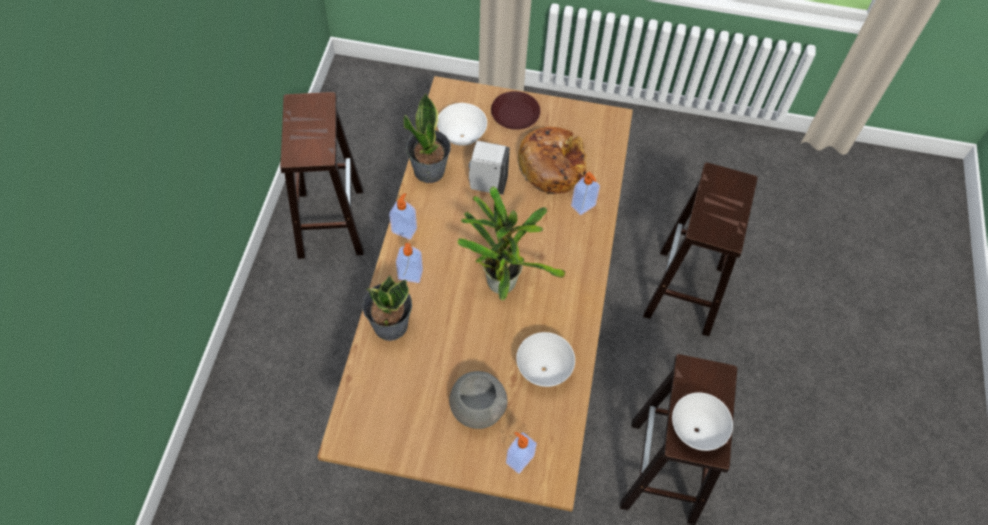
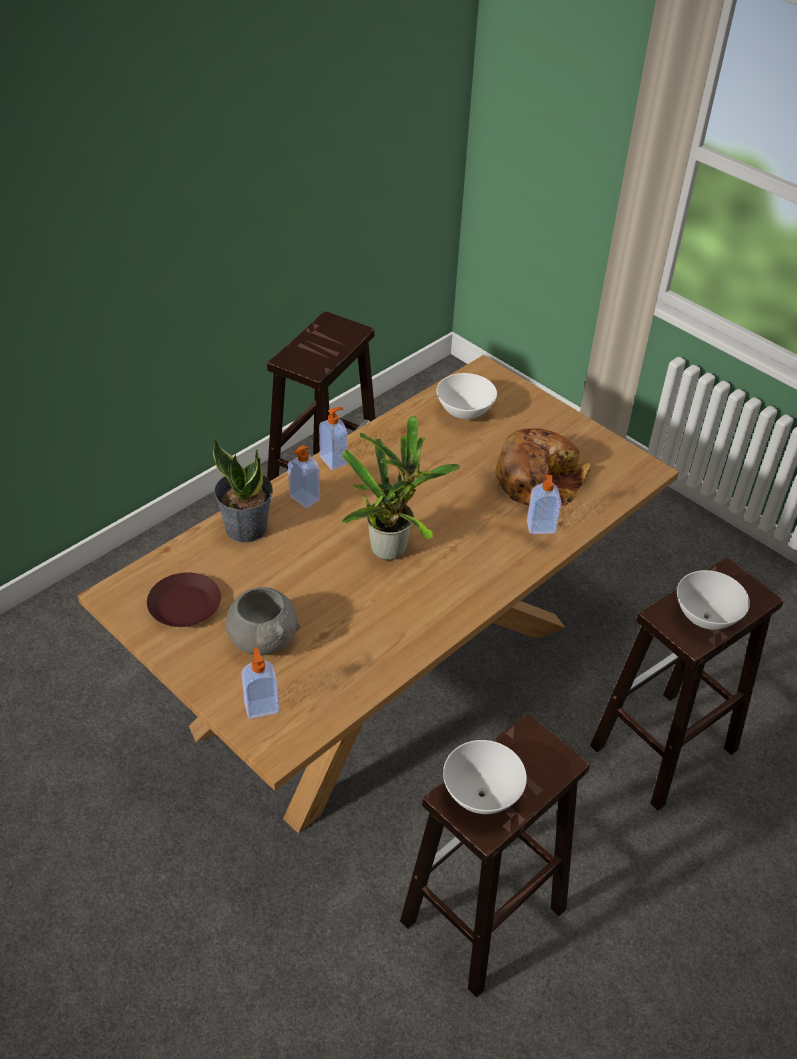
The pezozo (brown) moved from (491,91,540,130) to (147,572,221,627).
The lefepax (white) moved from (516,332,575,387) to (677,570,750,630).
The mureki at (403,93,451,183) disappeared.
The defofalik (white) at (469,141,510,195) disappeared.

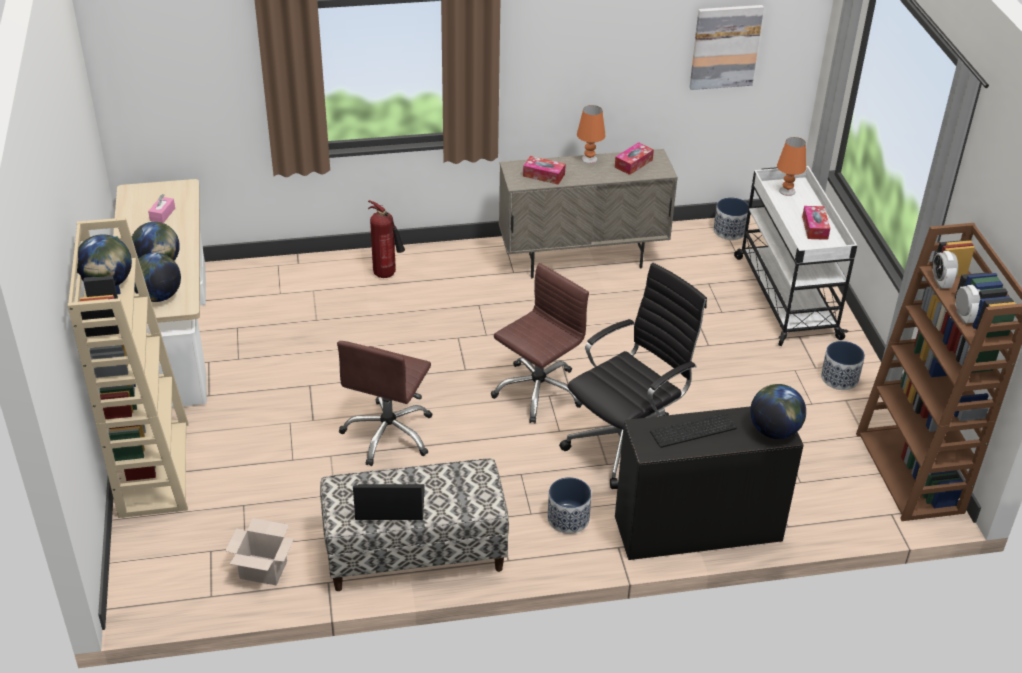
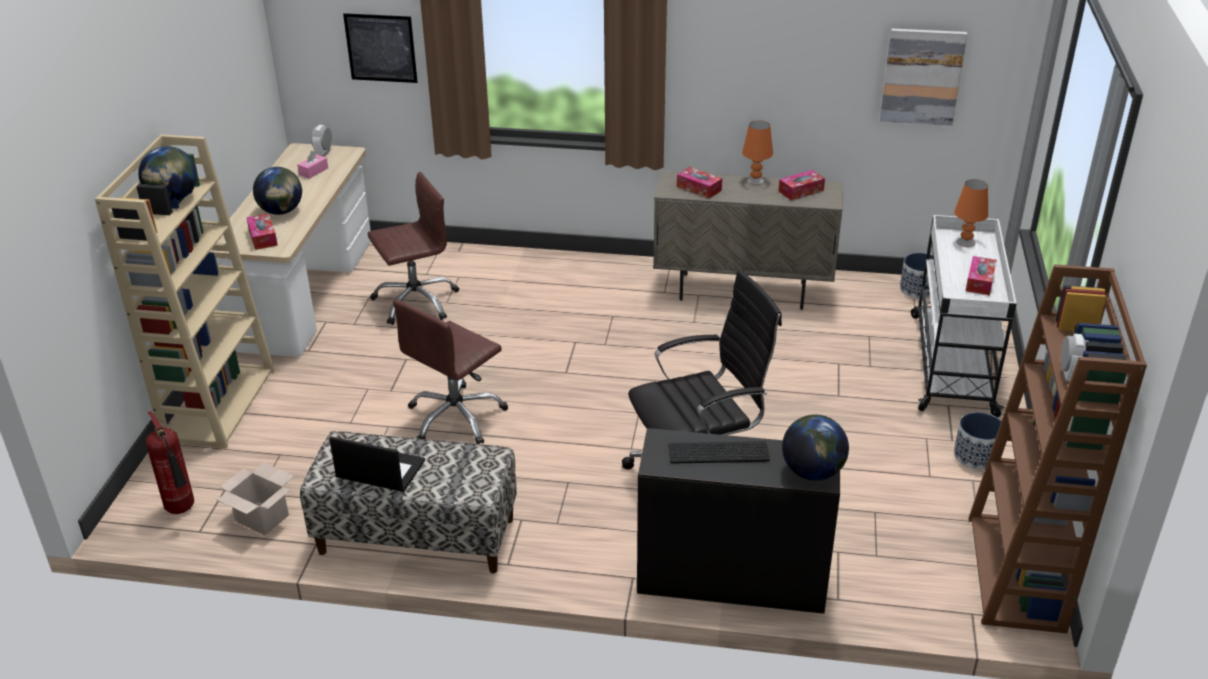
The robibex moved from (368,200,405,278) to (146,411,194,514).
The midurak at (134,253,181,302) was replaced by the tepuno at (246,213,278,250).
The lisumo moved from (932,251,958,288) to (311,125,332,157).
The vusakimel at (343,13,418,83) appeared.
The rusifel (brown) moved from (491,263,589,424) to (368,172,459,325).
The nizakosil at (547,477,591,534) disappeared.

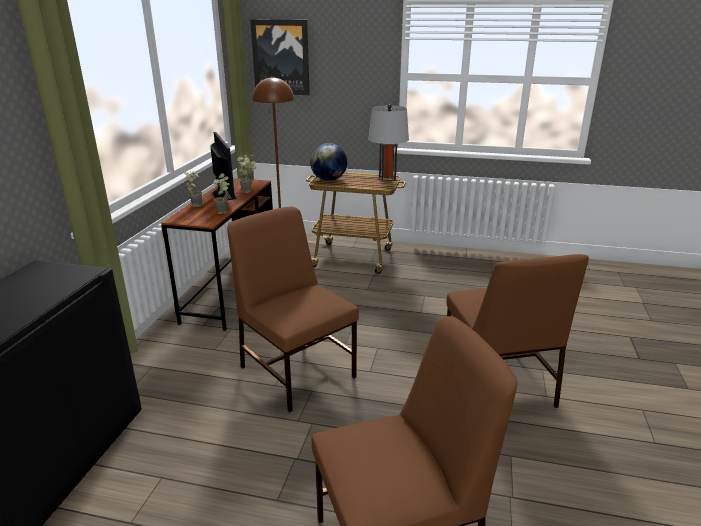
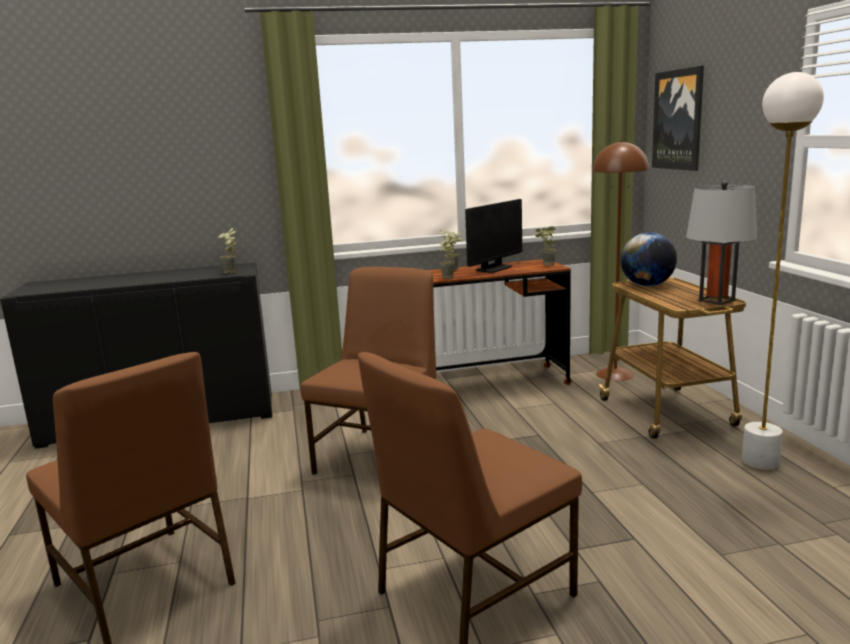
The mureki moved from (237,156,256,193) to (218,228,236,274).
The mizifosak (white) at (742,72,824,470) appeared.

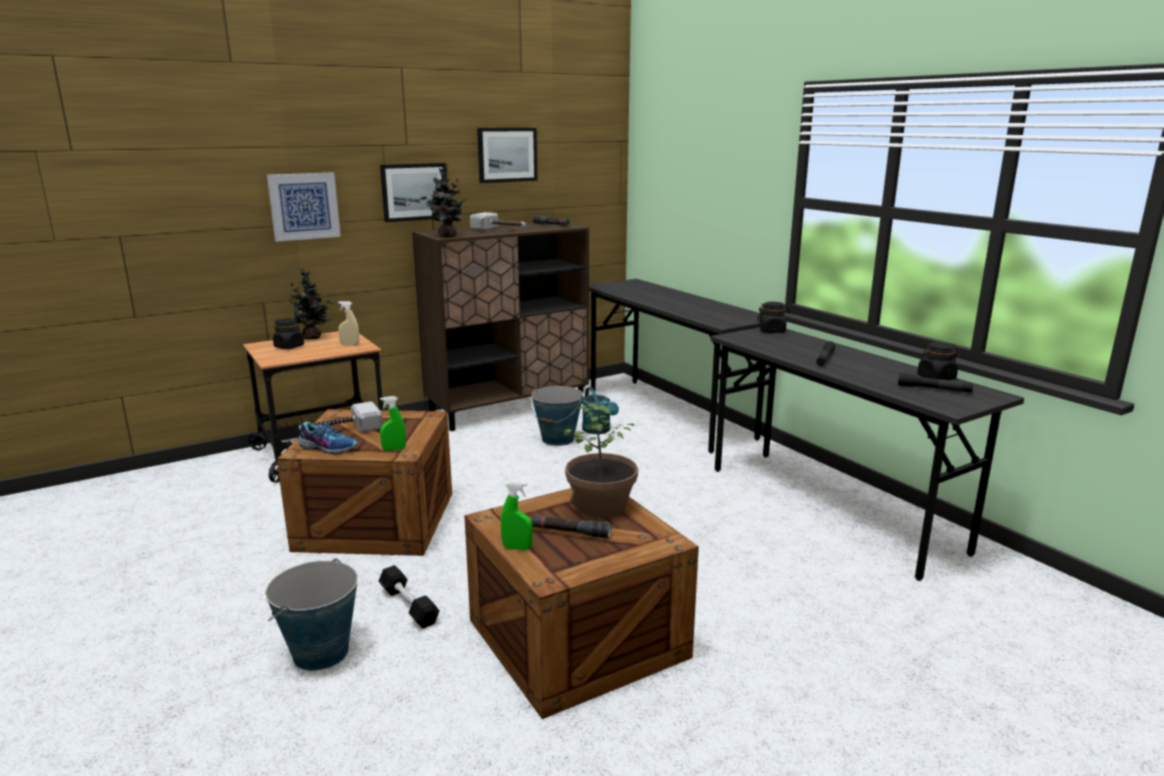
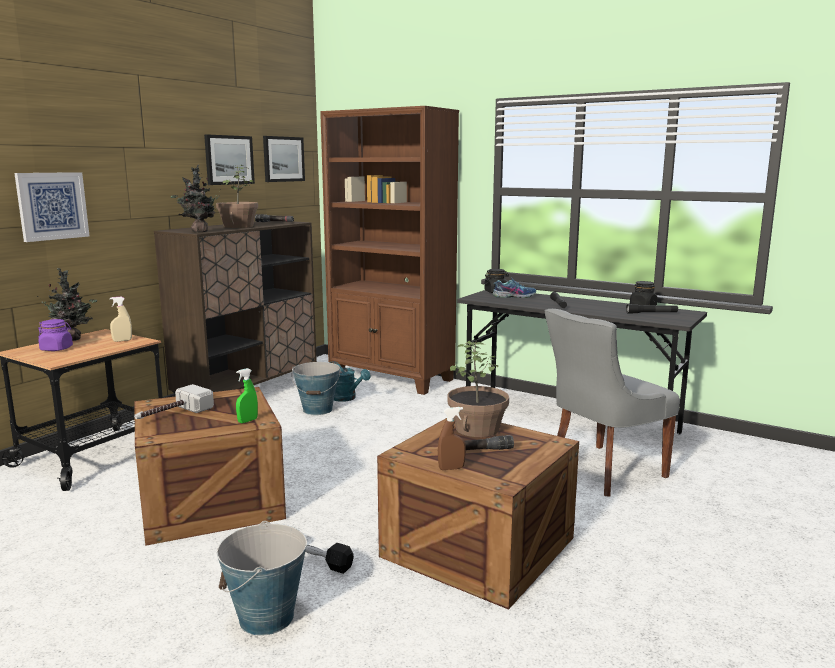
The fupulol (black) at (273,318,304,349) became the fupulol (purple) at (38,319,73,351).
The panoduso at (470,212,526,231) was replaced by the mureki at (216,165,258,228).
The vusakimel moved from (380,163,447,222) to (263,136,305,182).
The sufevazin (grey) at (589,279,766,453) was replaced by the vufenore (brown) at (320,106,459,395).
The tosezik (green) at (501,481,533,550) became the tosezik (brown) at (438,407,466,470).
The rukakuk moved from (298,418,358,455) to (493,277,536,298).
The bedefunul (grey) at (545,309,680,497) appeared.

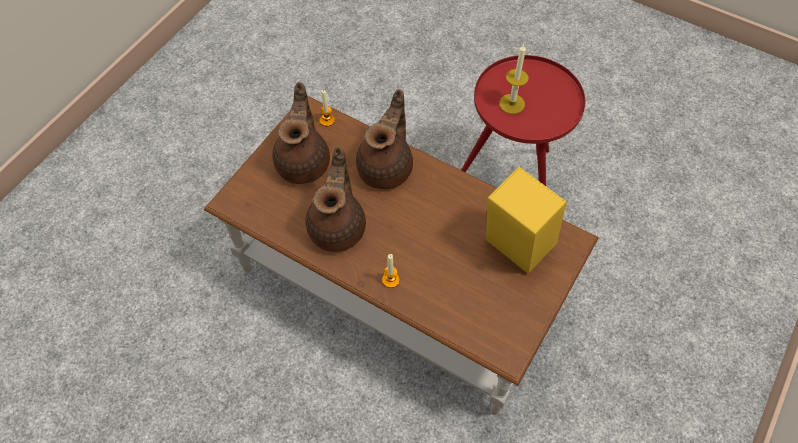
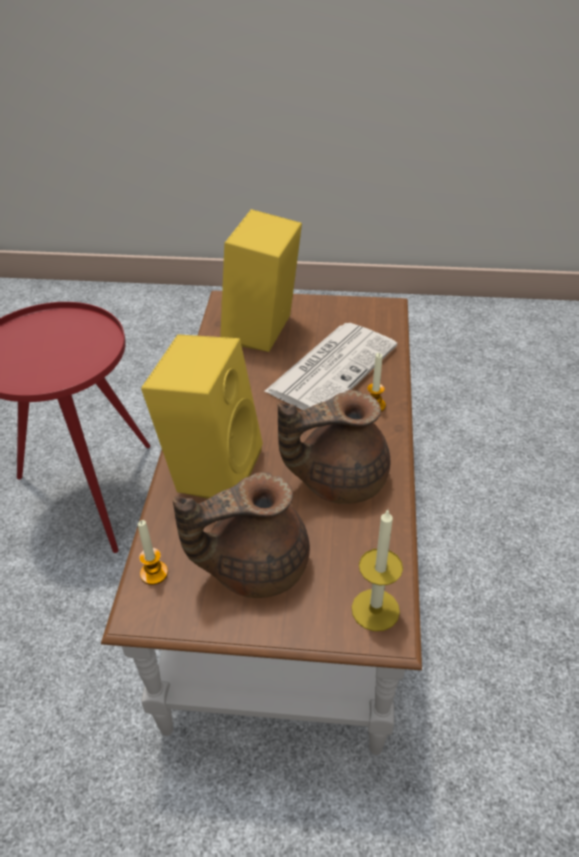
The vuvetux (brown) at (356,89,413,189) was replaced by the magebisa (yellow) at (141,334,263,499).
The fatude at (264,323,397,410) appeared.
The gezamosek moved from (499,44,529,114) to (351,510,403,631).

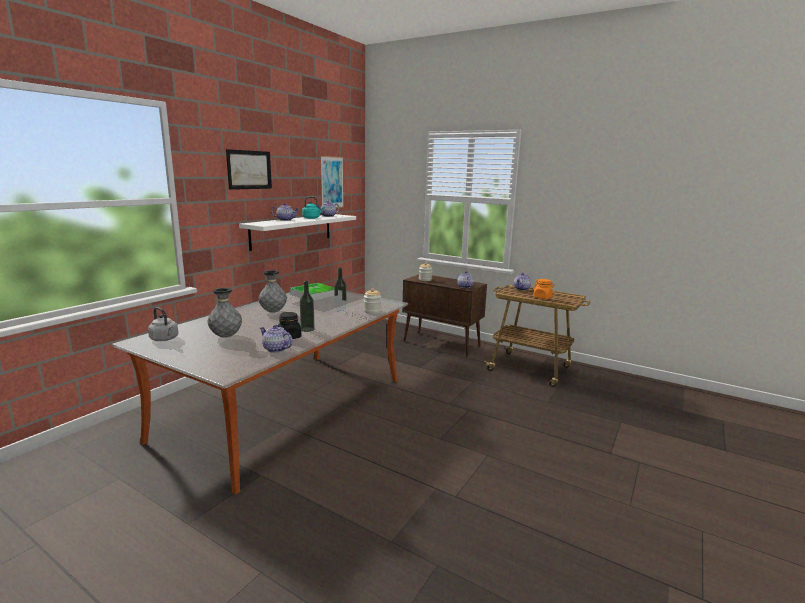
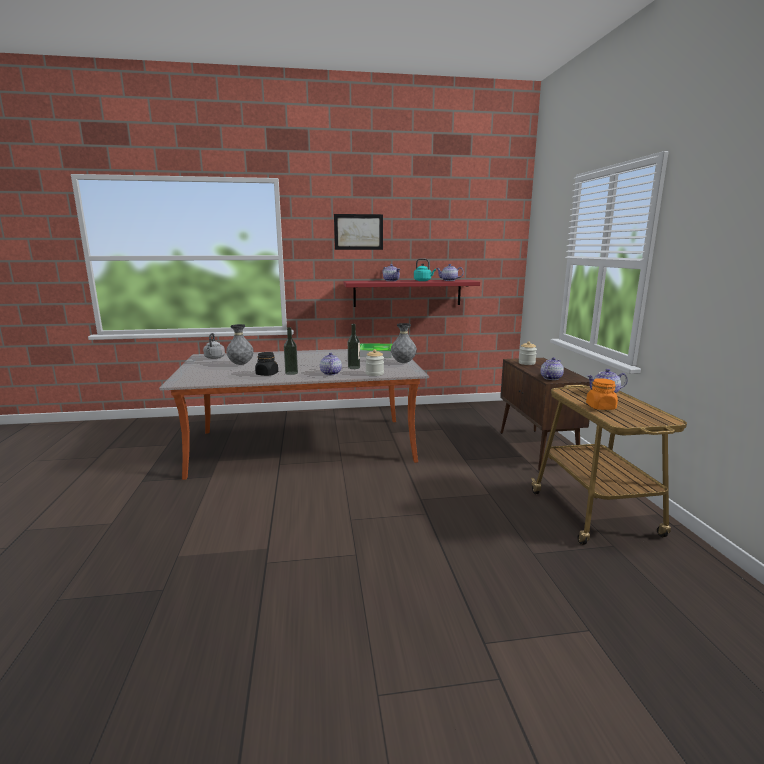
The vuvetux moved from (260,325,293,353) to (320,353,342,375).
The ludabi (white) at (239,214,356,251) became the ludabi (red) at (344,280,480,307).
The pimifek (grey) moved from (259,270,287,313) to (391,323,417,363).
The vusakimel at (320,156,344,208) disappeared.

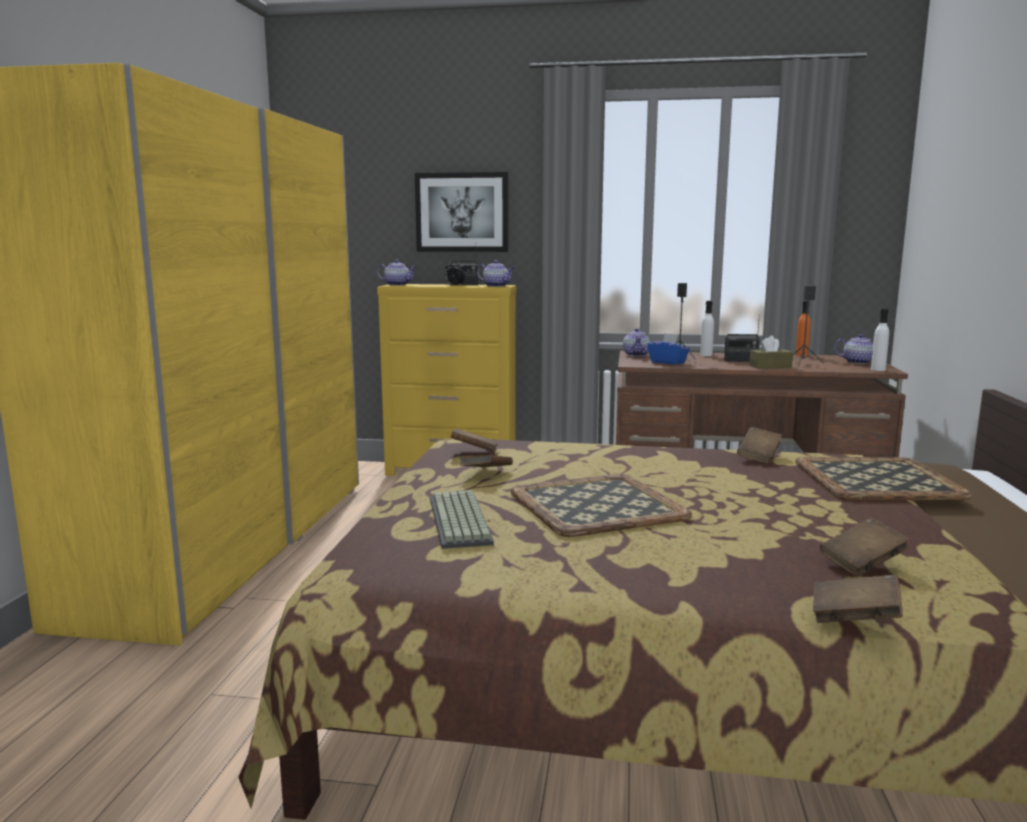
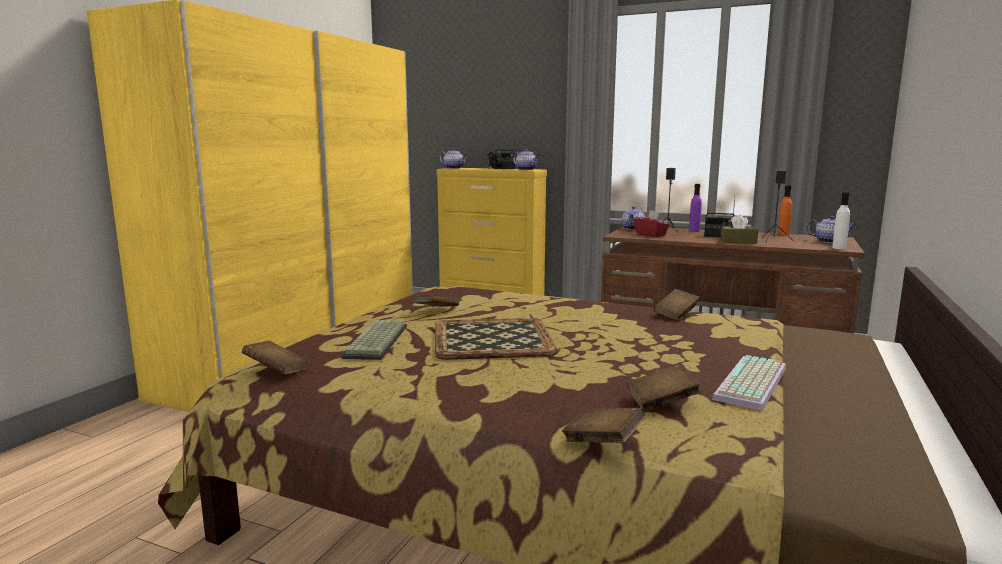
The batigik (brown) moved from (450,429,498,452) to (242,341,309,375).
The tepuno (blue) at (648,333,690,365) became the tepuno (red) at (634,210,670,237).
The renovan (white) at (700,301,714,356) became the renovan (purple) at (689,184,702,232).
The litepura at (712,355,786,411) appeared.
The vusakimel at (415,172,508,252) disappeared.
The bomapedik at (795,457,972,500) disappeared.

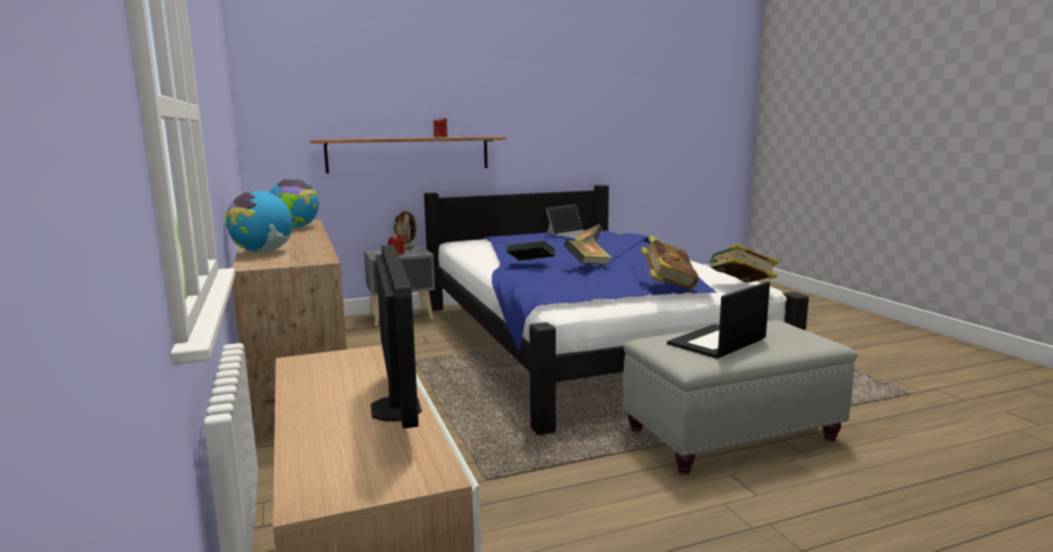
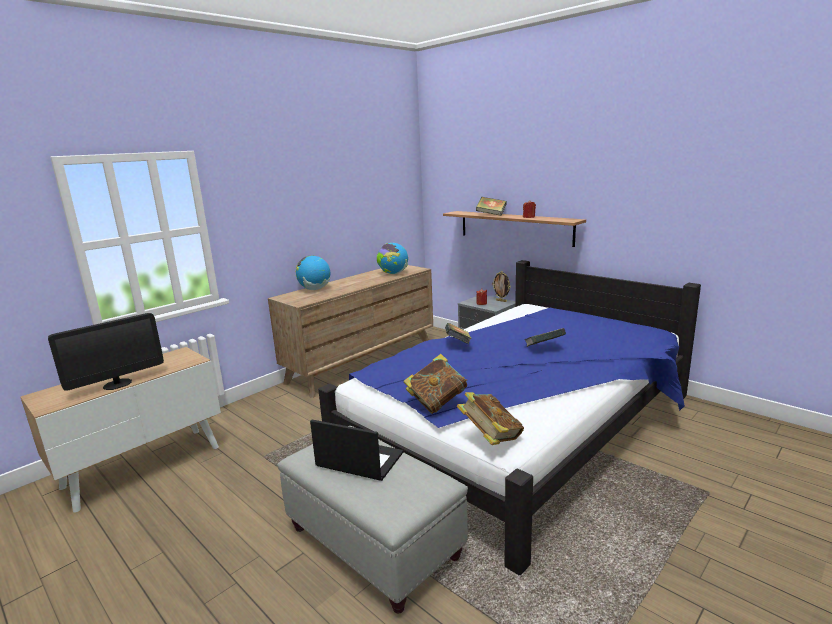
The batigik moved from (564,240,612,265) to (476,197,507,216).
The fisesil at (546,205,603,238) disappeared.

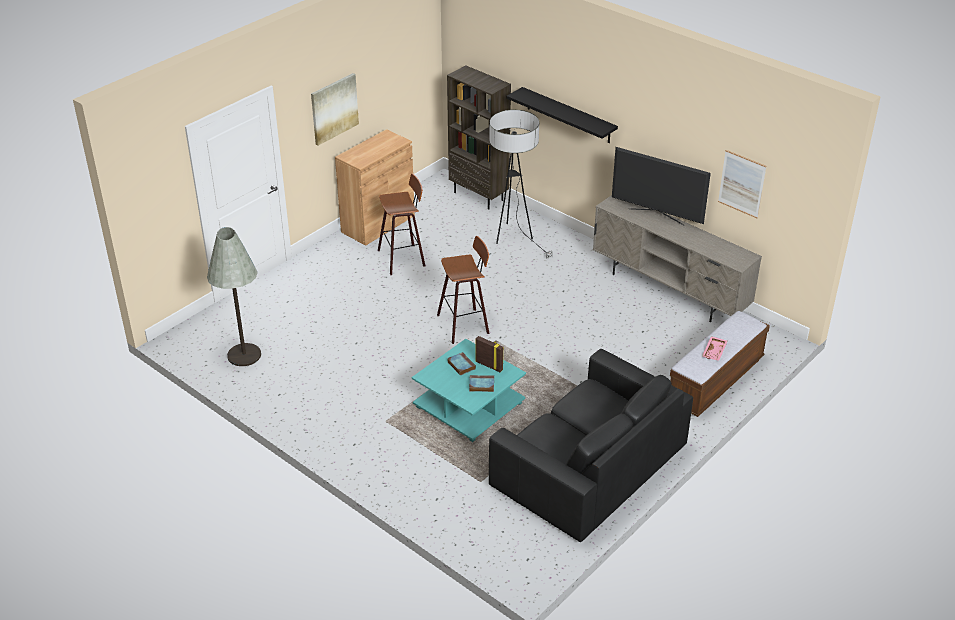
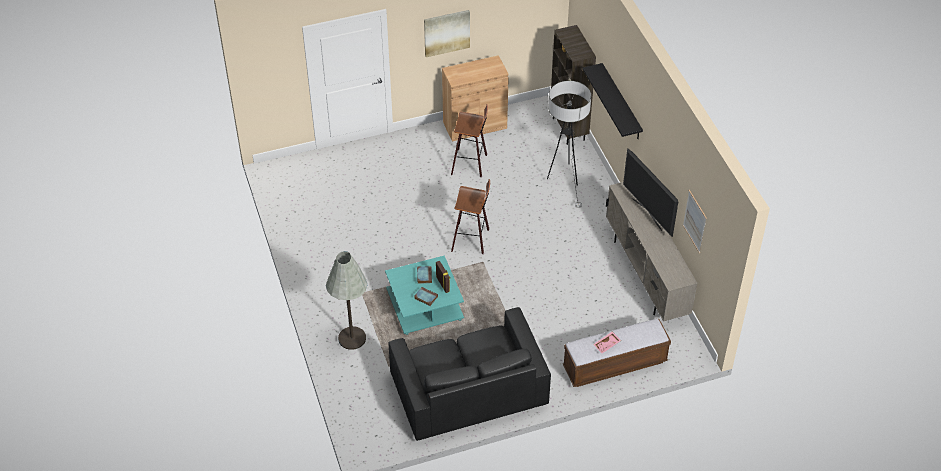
The mizifosak (grey) moved from (207,227,261,366) to (326,251,367,350).

